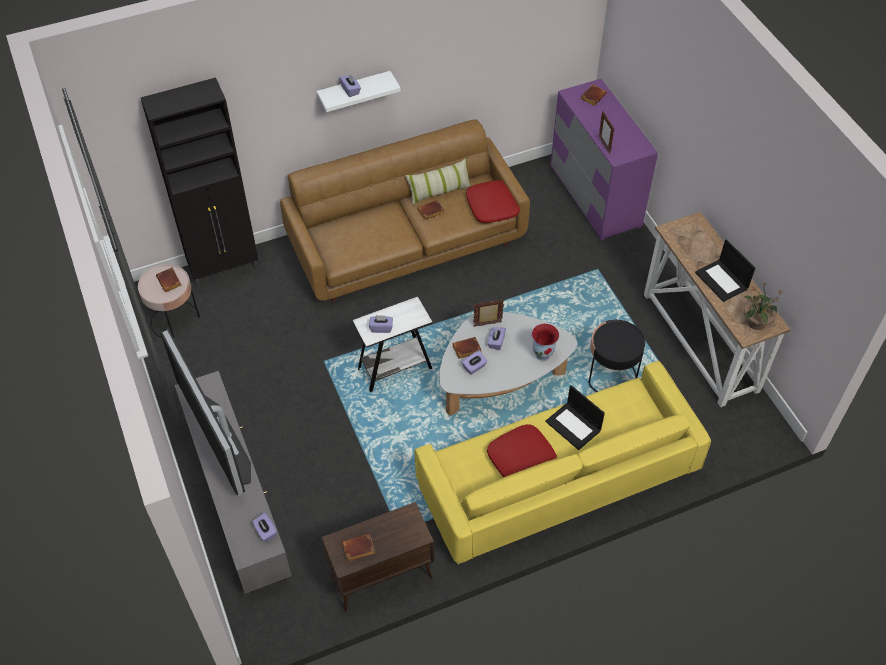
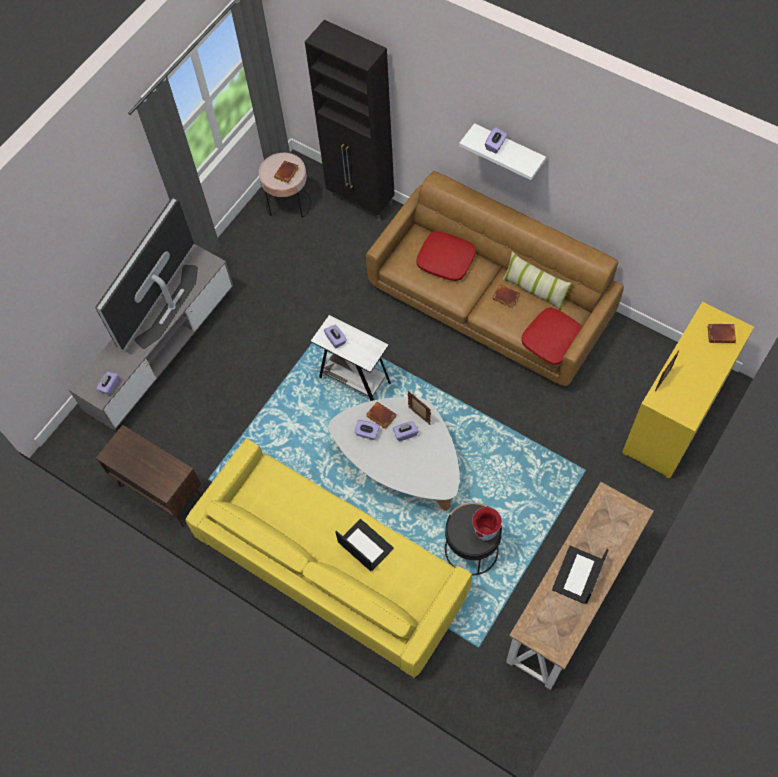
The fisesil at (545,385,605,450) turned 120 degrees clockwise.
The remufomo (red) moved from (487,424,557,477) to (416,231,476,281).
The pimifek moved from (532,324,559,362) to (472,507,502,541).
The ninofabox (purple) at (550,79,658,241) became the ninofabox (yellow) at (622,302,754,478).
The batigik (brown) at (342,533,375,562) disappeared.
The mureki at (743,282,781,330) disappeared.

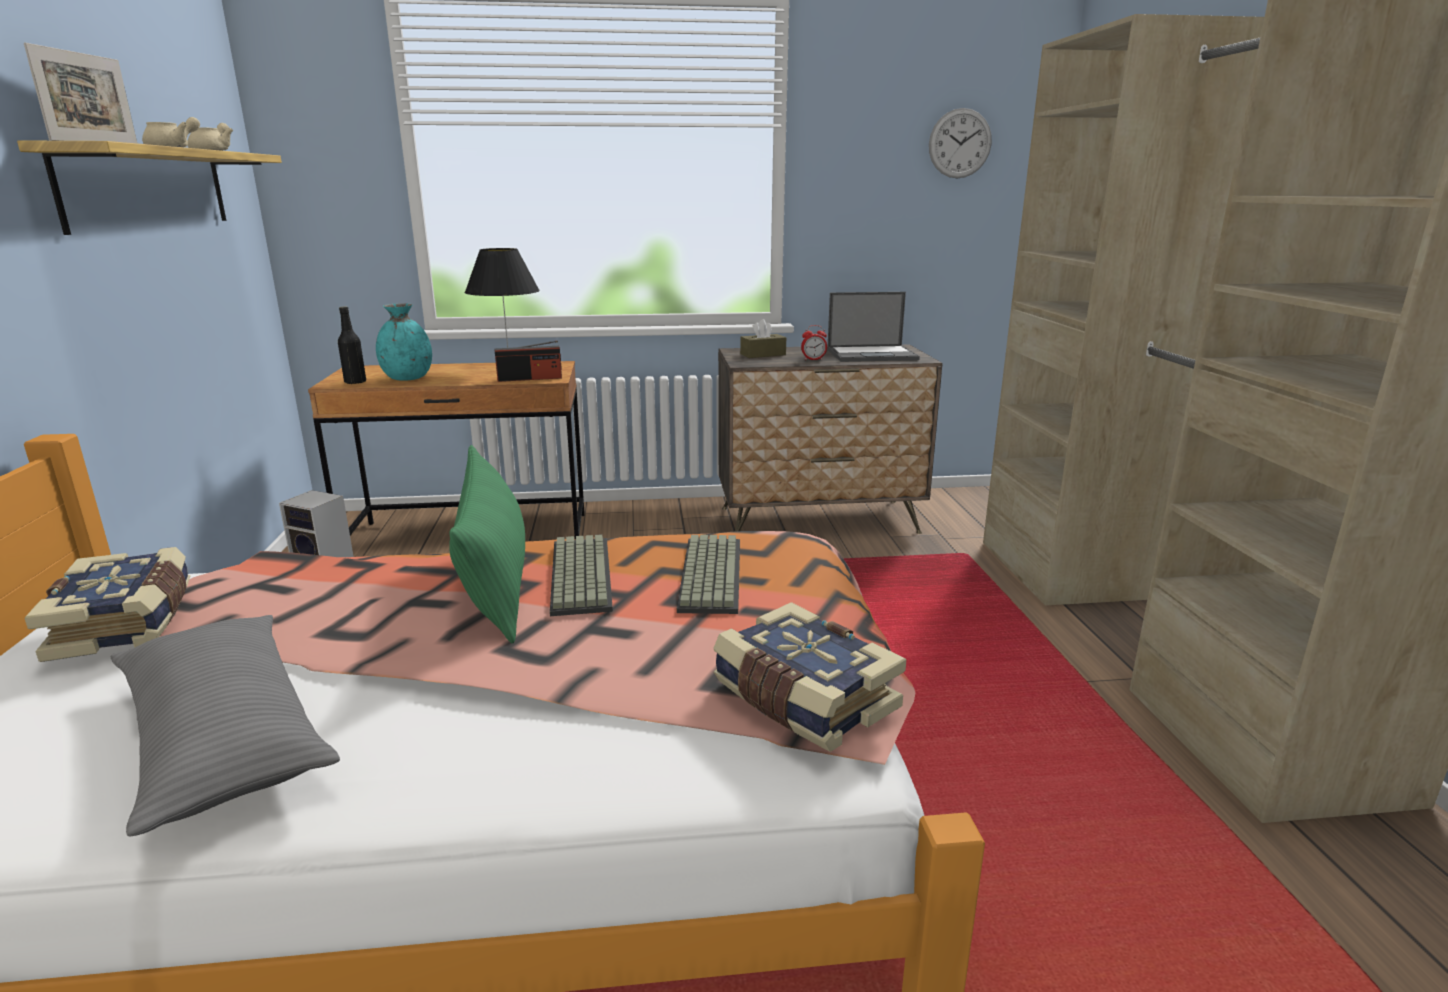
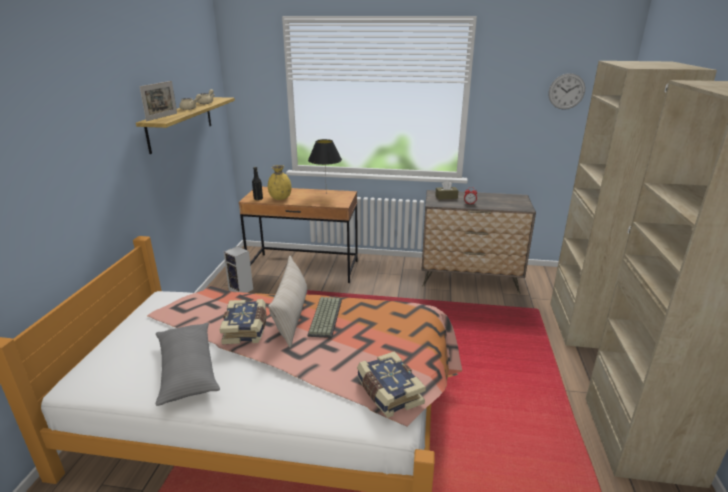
The batigik moved from (24,547,190,662) to (219,299,267,345).
The pimifek (turquoise) at (376,303,432,381) became the pimifek (yellow) at (268,165,291,200).
The remufomo (green) at (449,445,525,644) became the remufomo (beige) at (268,256,307,348).
The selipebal at (495,341,562,382) disappeared.
The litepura at (677,535,740,614) disappeared.
The fisesil at (827,292,920,362) disappeared.

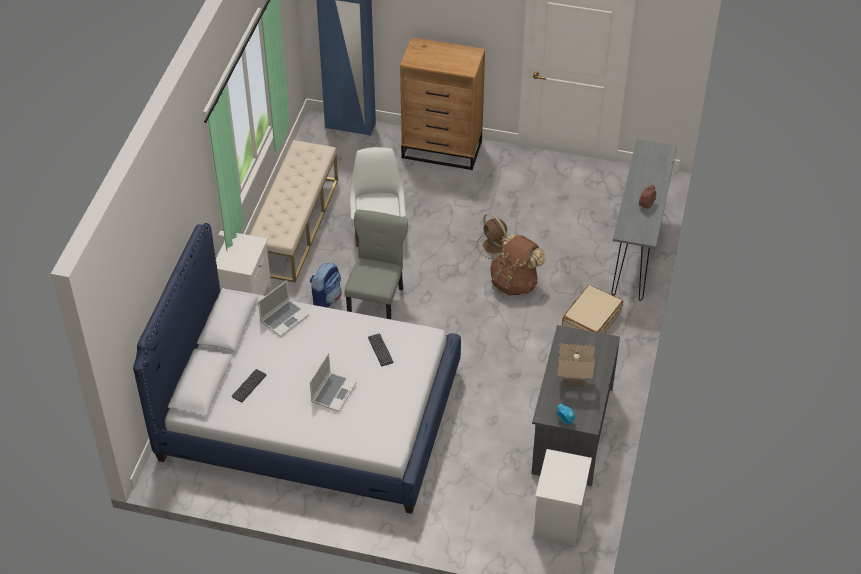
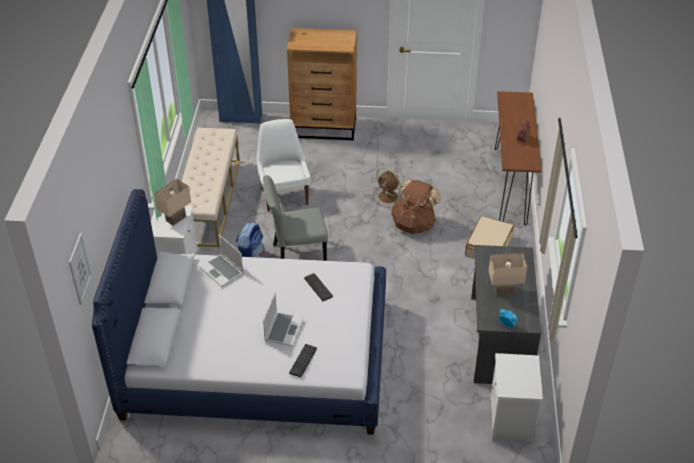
The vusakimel at (69,233,92,305) appeared.
The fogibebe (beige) at (154,179,191,225) appeared.
The fisesil at (258,280,309,337) turned 105 degrees clockwise.
The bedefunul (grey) at (344,210,408,319) turned 105 degrees counterclockwise.
The litepura moved from (232,369,266,402) to (289,344,317,377).
The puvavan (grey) at (611,139,677,301) became the puvavan (brown) at (495,91,542,225).

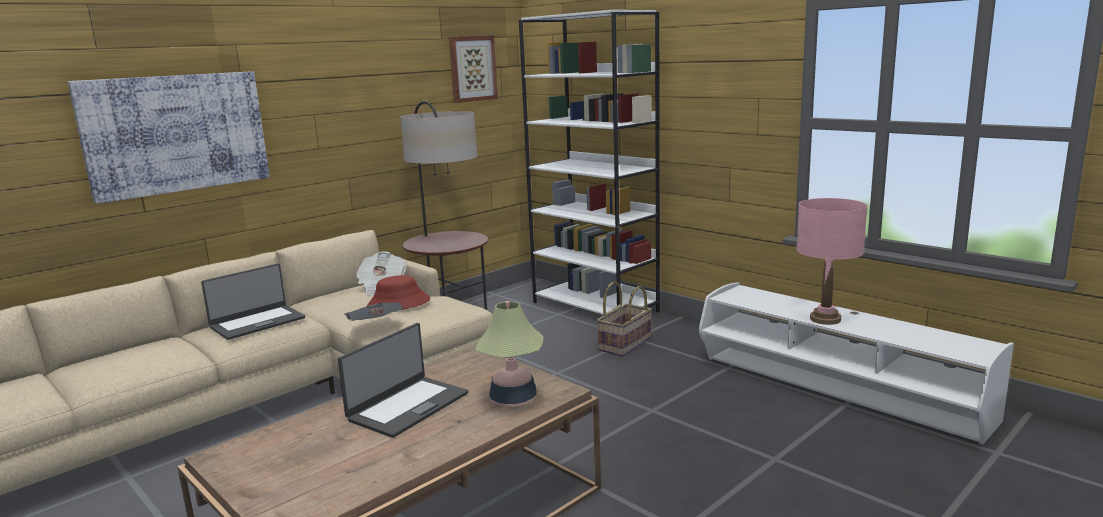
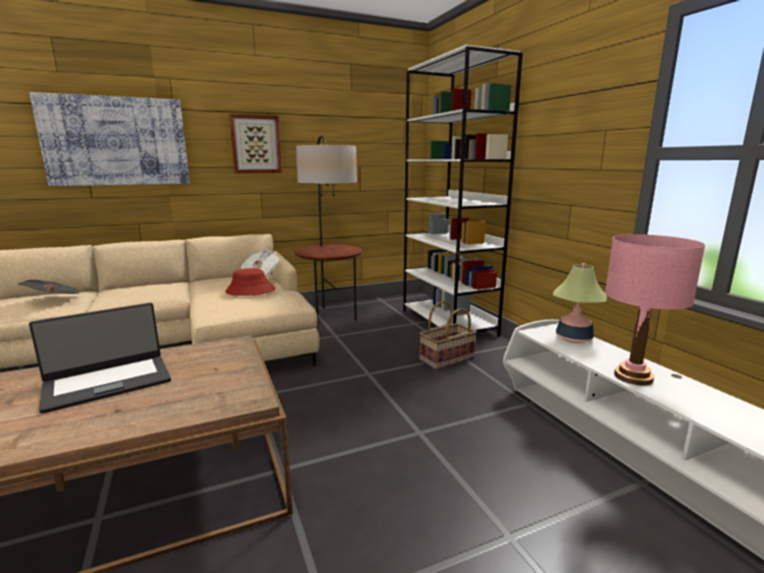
The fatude moved from (345,302,404,321) to (18,280,80,294).
The vusakimel moved from (449,36,498,103) to (229,114,282,173).
The fogibebe moved from (475,301,543,408) to (553,263,607,343).
The fisesil at (201,263,305,340) disappeared.

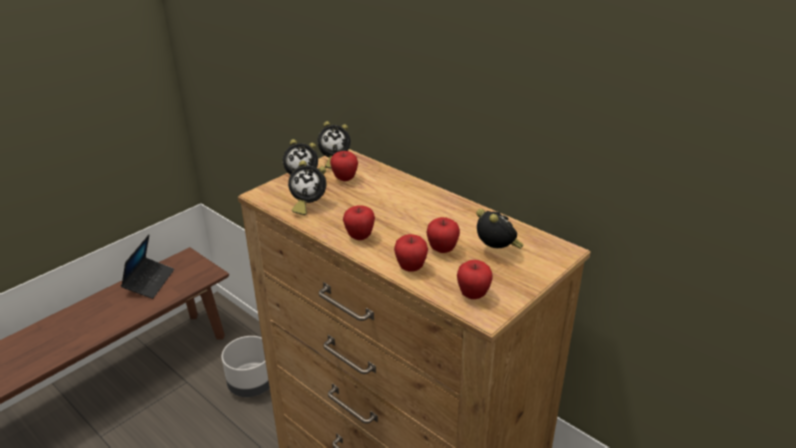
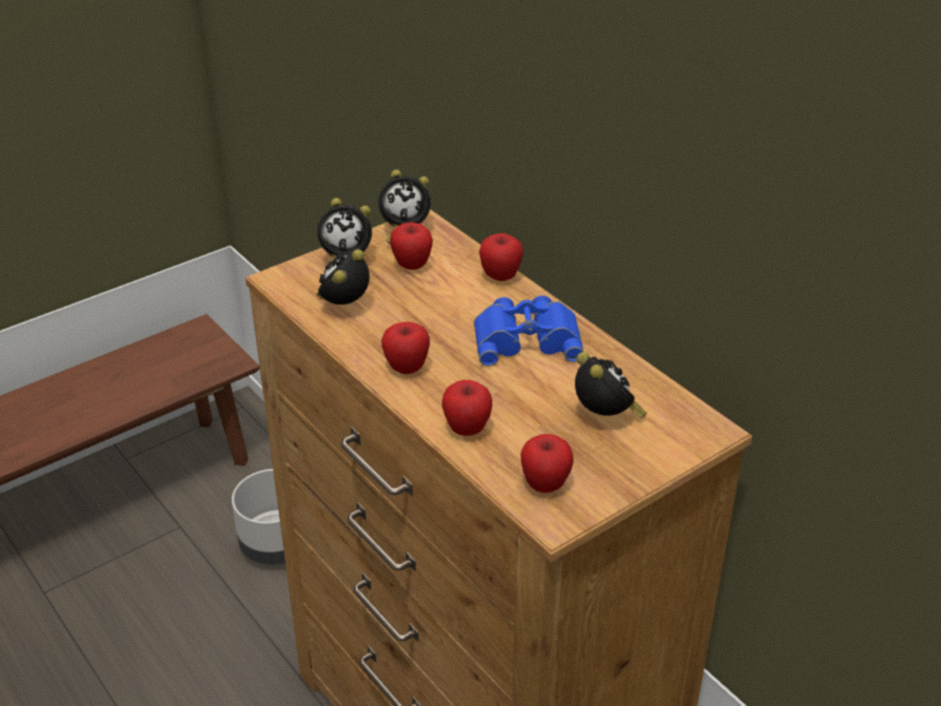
The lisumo at (288,160,326,215) turned 105 degrees clockwise.
The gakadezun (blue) at (474,296,584,366) appeared.
The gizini moved from (426,217,460,253) to (479,233,524,281).
The fisesil at (121,235,174,299) disappeared.

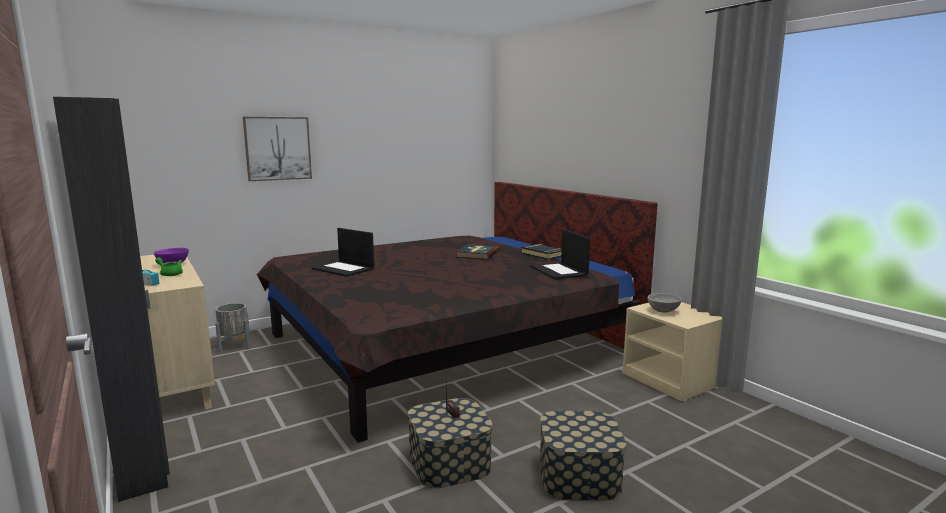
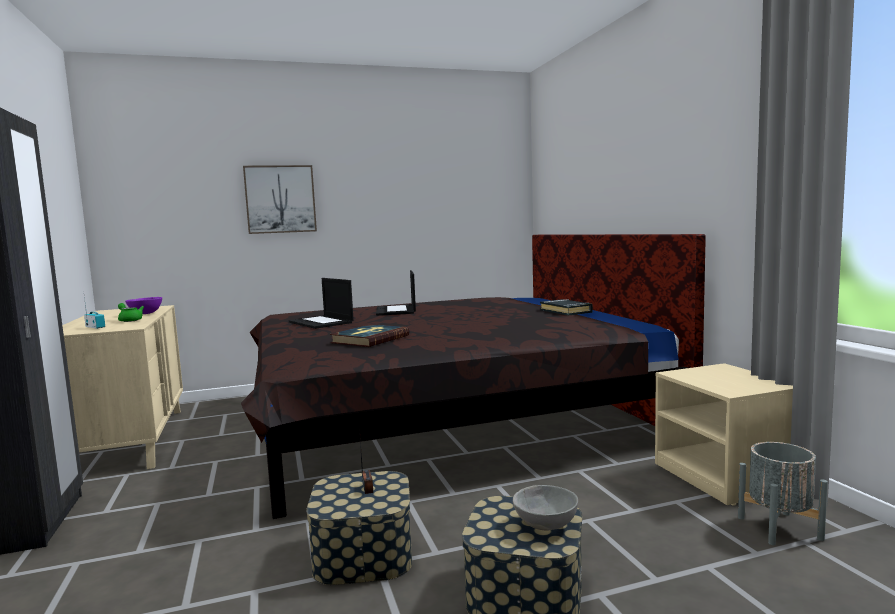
The batigik moved from (456,244,500,260) to (330,324,409,347).
The fisesil moved from (531,229,590,279) to (376,270,416,316).
The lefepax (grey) moved from (647,293,682,313) to (513,485,578,530).
The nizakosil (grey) moved from (215,303,250,353) to (738,442,828,545).

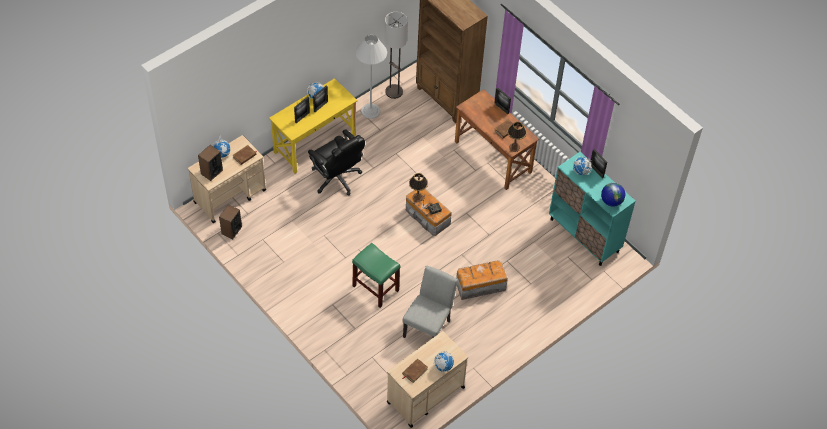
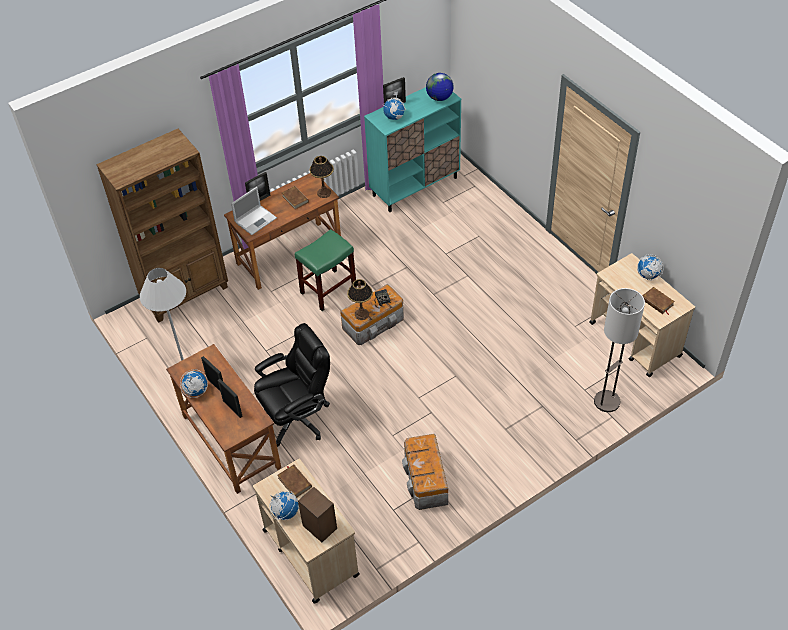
The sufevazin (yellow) at (269,78,358,174) became the sufevazin (brown) at (166,344,281,494).
The fisesil at (231,187,277,235) appeared.
The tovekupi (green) moved from (352,243,400,308) to (295,229,357,311).
The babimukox moved from (456,260,508,300) to (402,434,448,510).
The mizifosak moved from (385,12,408,99) to (594,288,645,412).
The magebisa at (219,205,242,239) disappeared.
The bedefunul (grey) at (402,266,458,338) disappeared.

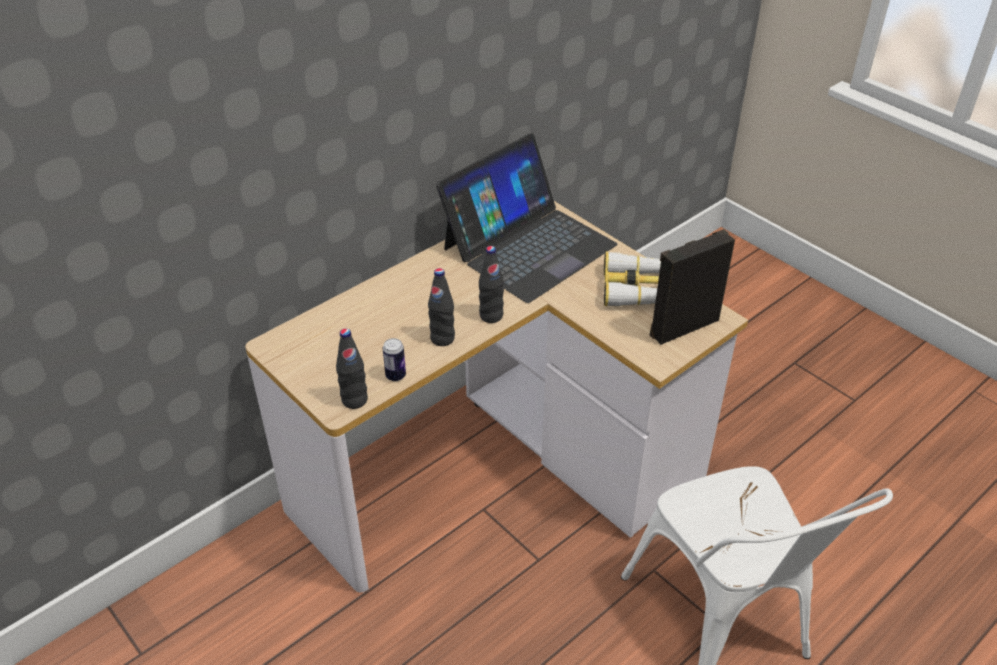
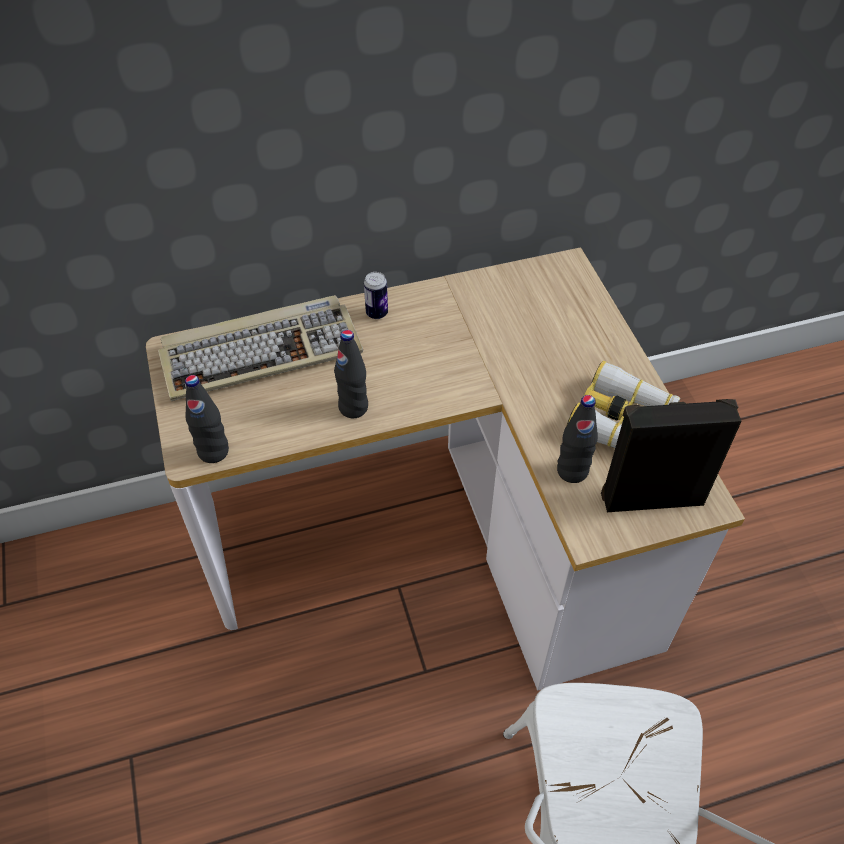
The litepura at (158,295,363,401) appeared.
The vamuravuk moved from (383,338,406,381) to (364,272,388,319).
The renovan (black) moved from (479,246,504,323) to (557,395,598,483).
The fisesil at (436,134,617,303) disappeared.

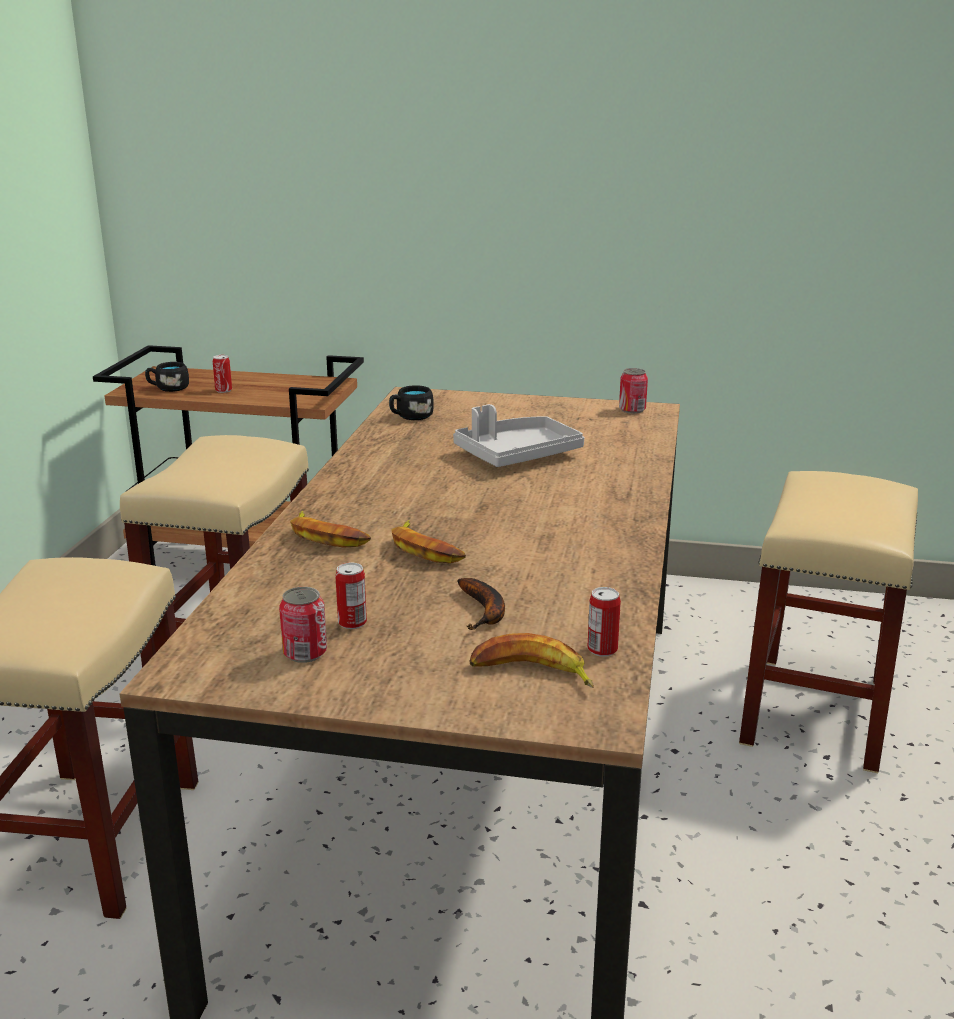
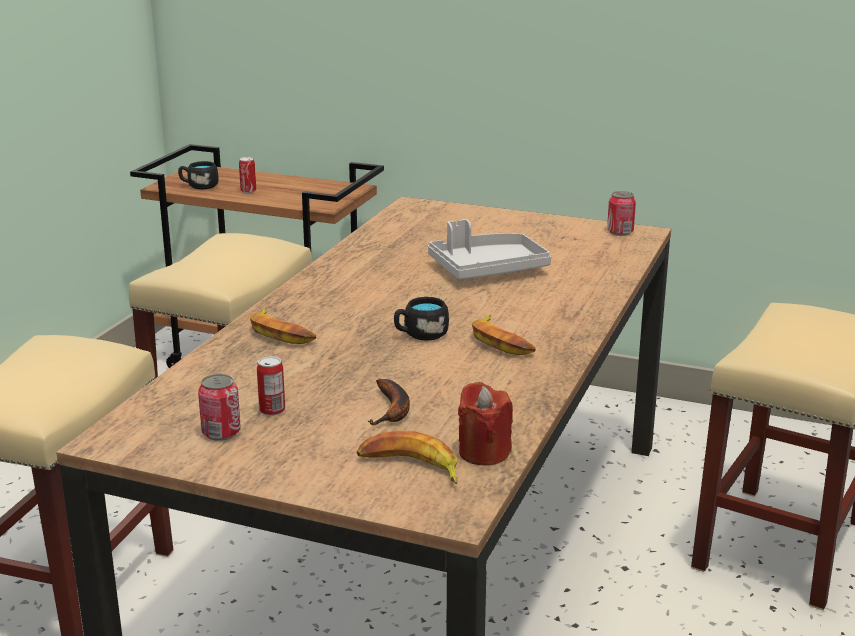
The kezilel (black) moved from (389,385,434,420) to (394,297,449,341).
The vamuravuk at (587,587,621,656) was replaced by the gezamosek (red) at (458,382,513,465).
The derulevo moved from (391,520,466,563) to (472,315,536,355).

